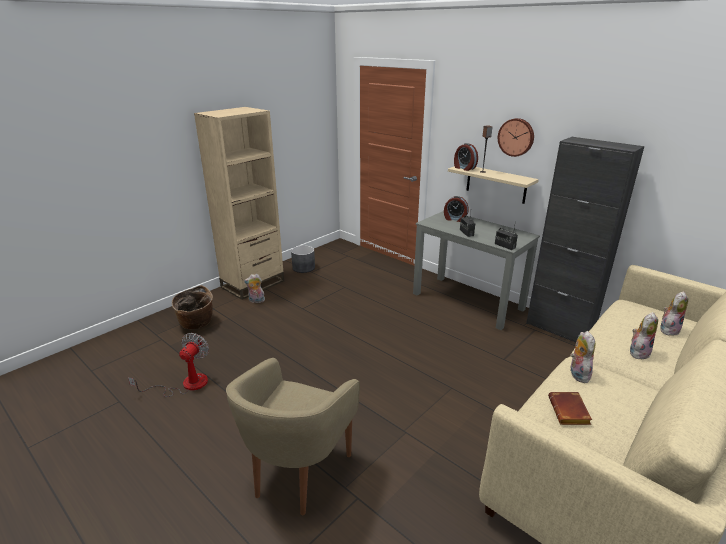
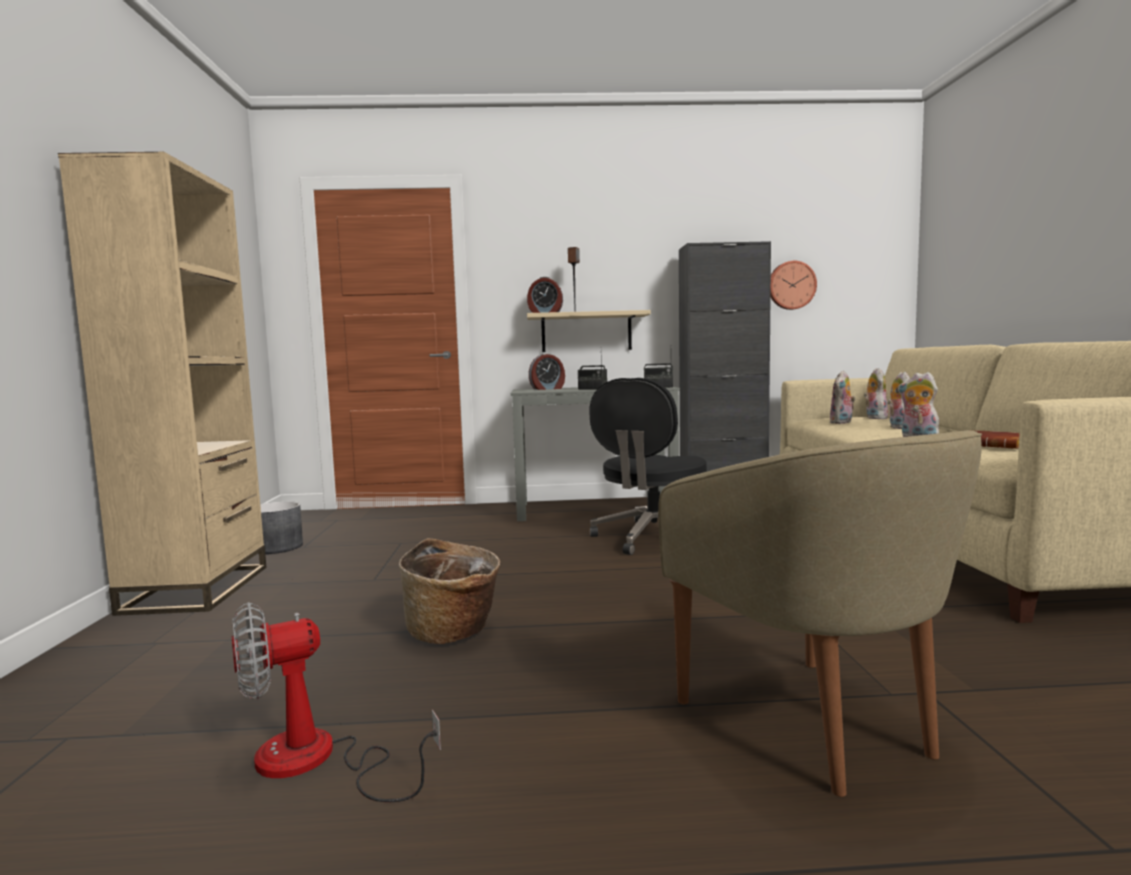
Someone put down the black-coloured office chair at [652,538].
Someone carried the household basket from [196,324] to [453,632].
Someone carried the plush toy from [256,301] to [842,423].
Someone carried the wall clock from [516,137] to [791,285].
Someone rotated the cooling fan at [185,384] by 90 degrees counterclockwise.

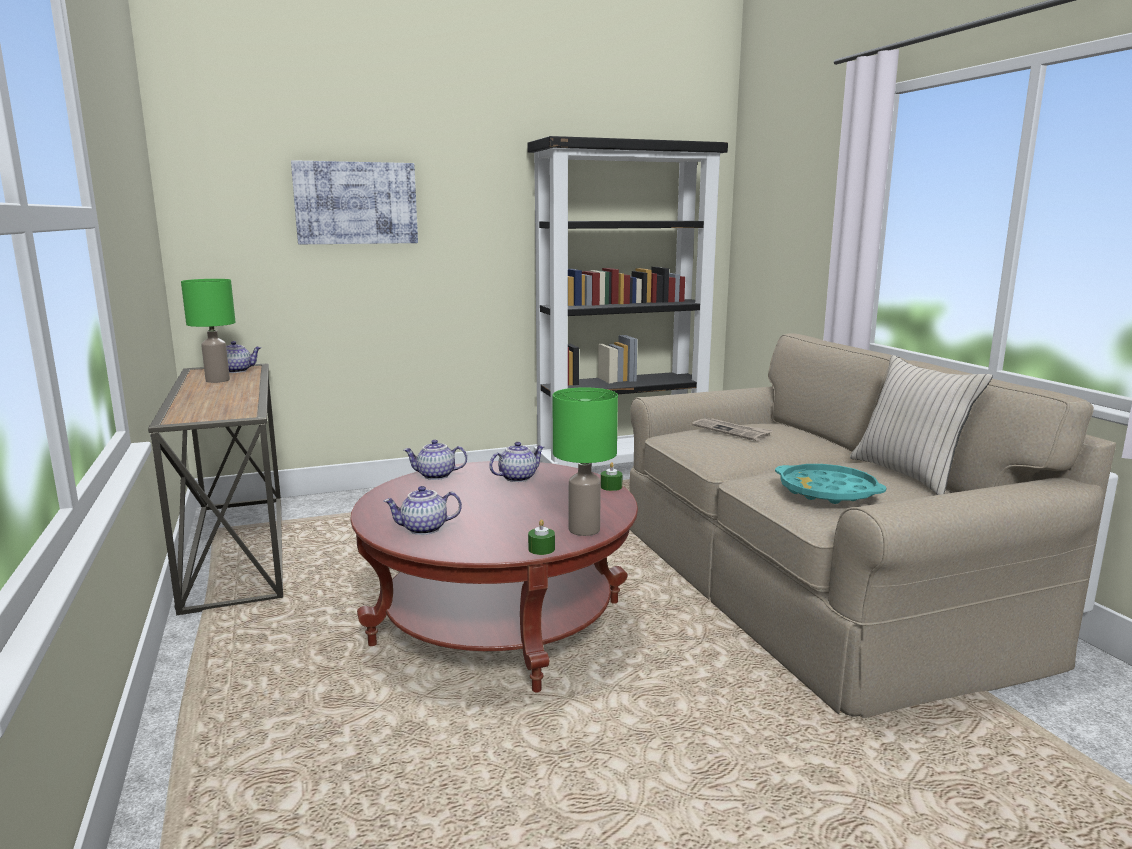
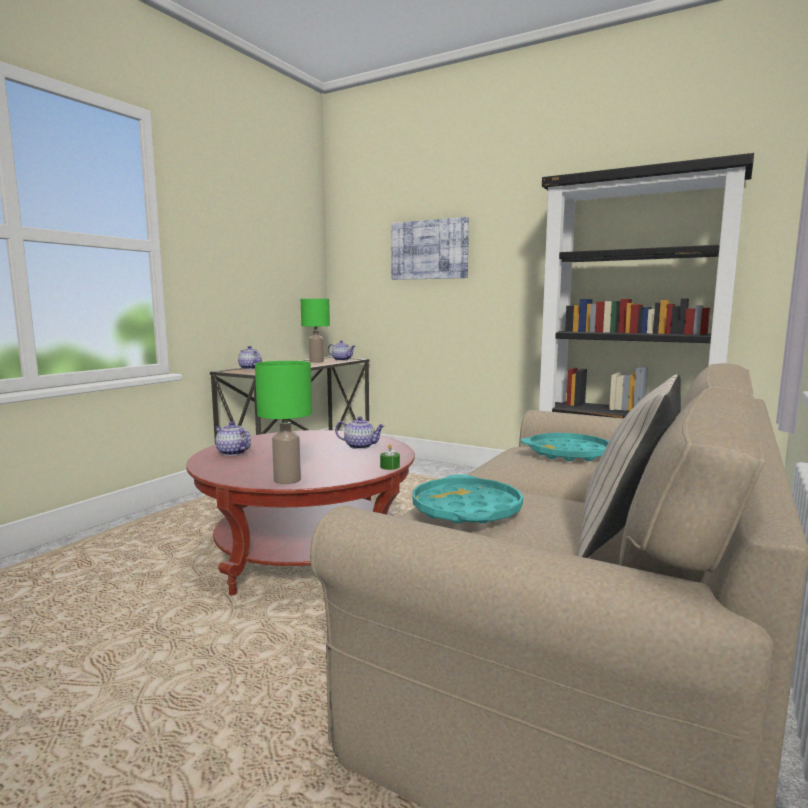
Someone took away the green wax candle at [541,549].
Someone carried the teapot from [435,476] to [249,368].
Someone swapped the daily paper at [732,431] for the turquoise carrying tray at [568,453].

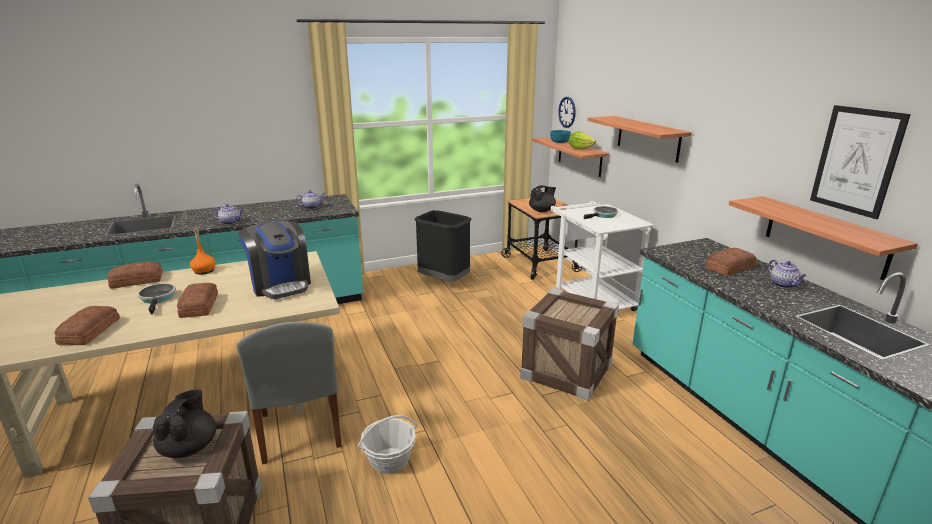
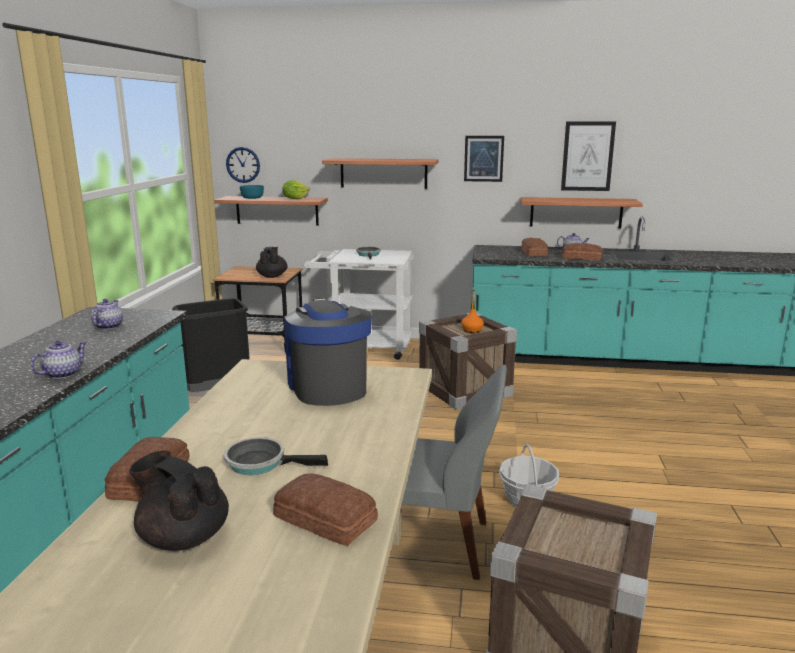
Someone put up the picture at [483,158].
Someone carried the black-coloured teapot from [189,447] to [183,537].
Someone carried the baked bread from [198,306] to [582,258].
Someone carried the orange-coloured drink bottle from [204,271] to [472,330].
Someone rotated the coffee maker at [280,284] by 105 degrees counterclockwise.

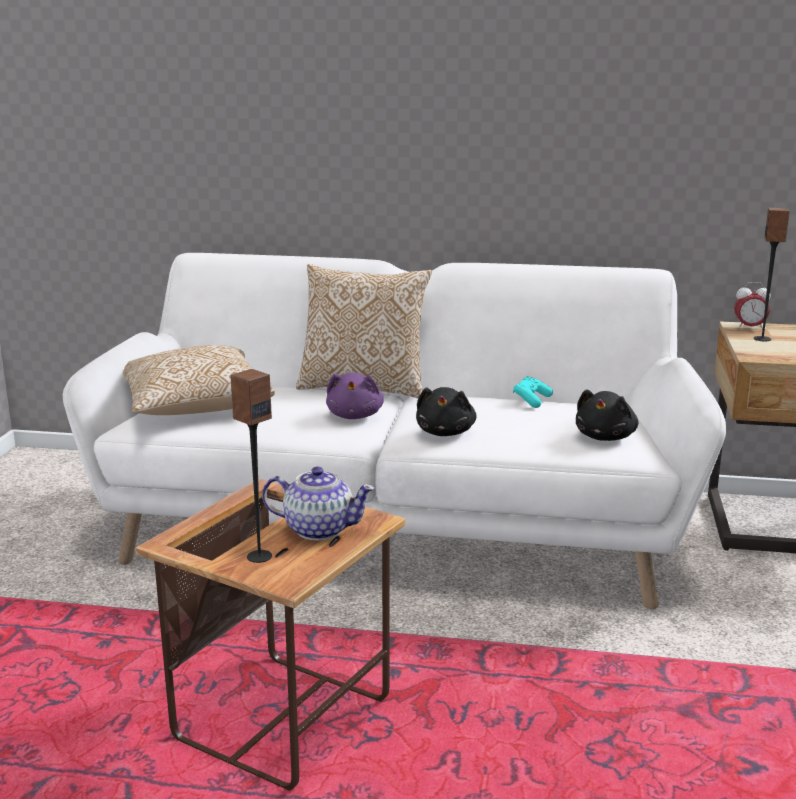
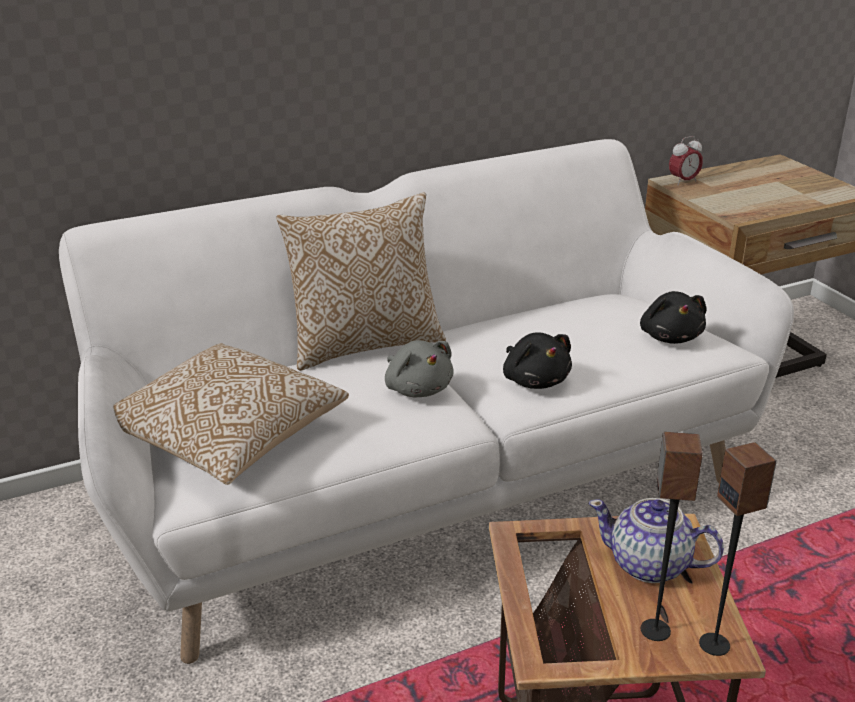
Someone took away the turquoise gamepad at [531,400].
Someone carried the speaker from [762,339] to [715,644].
Someone repainted the purple-coloured plush toy at [355,416], which became the gray plush toy at [417,388].
Someone rotated the teapot at [318,529] by 135 degrees counterclockwise.

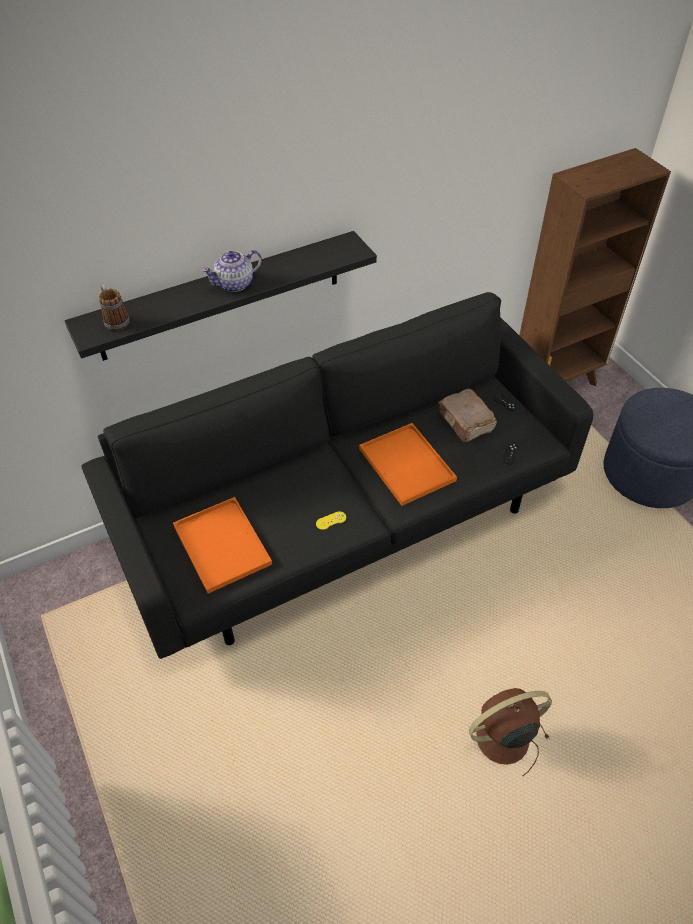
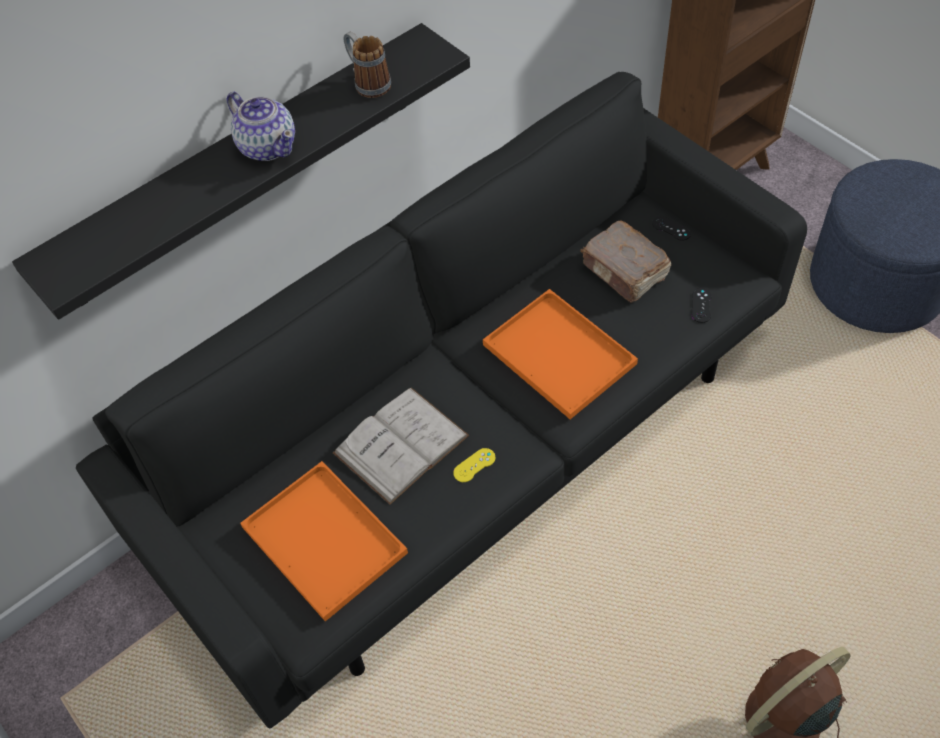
Someone put down the white-coloured book at [401,444].
Someone carried the tea mug from [115,320] to [368,83].
Someone rotated the teapot at [235,284] by 90 degrees counterclockwise.

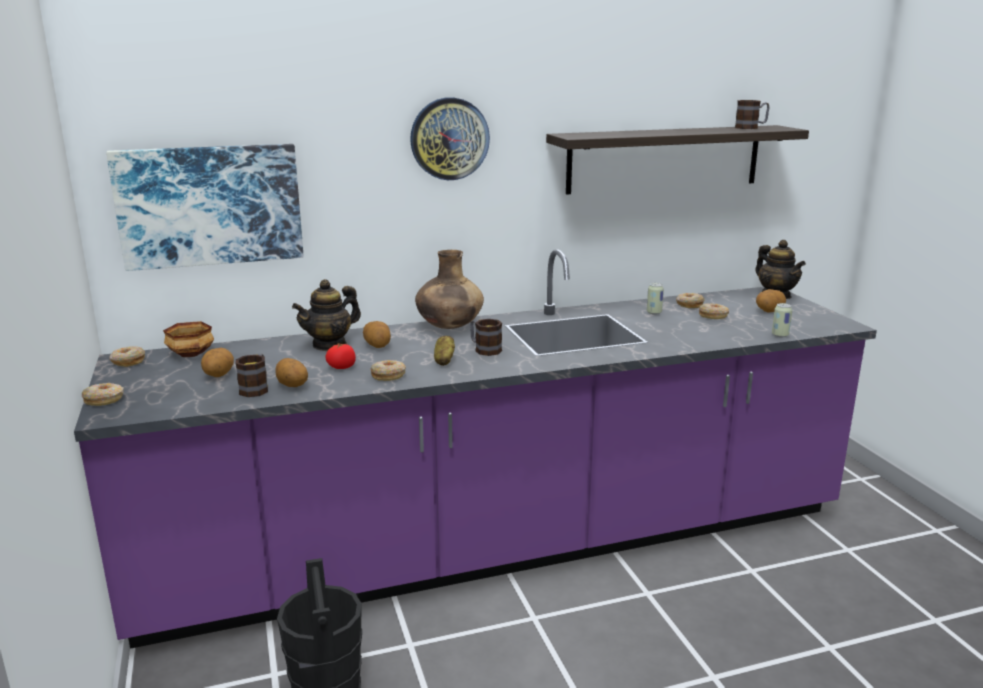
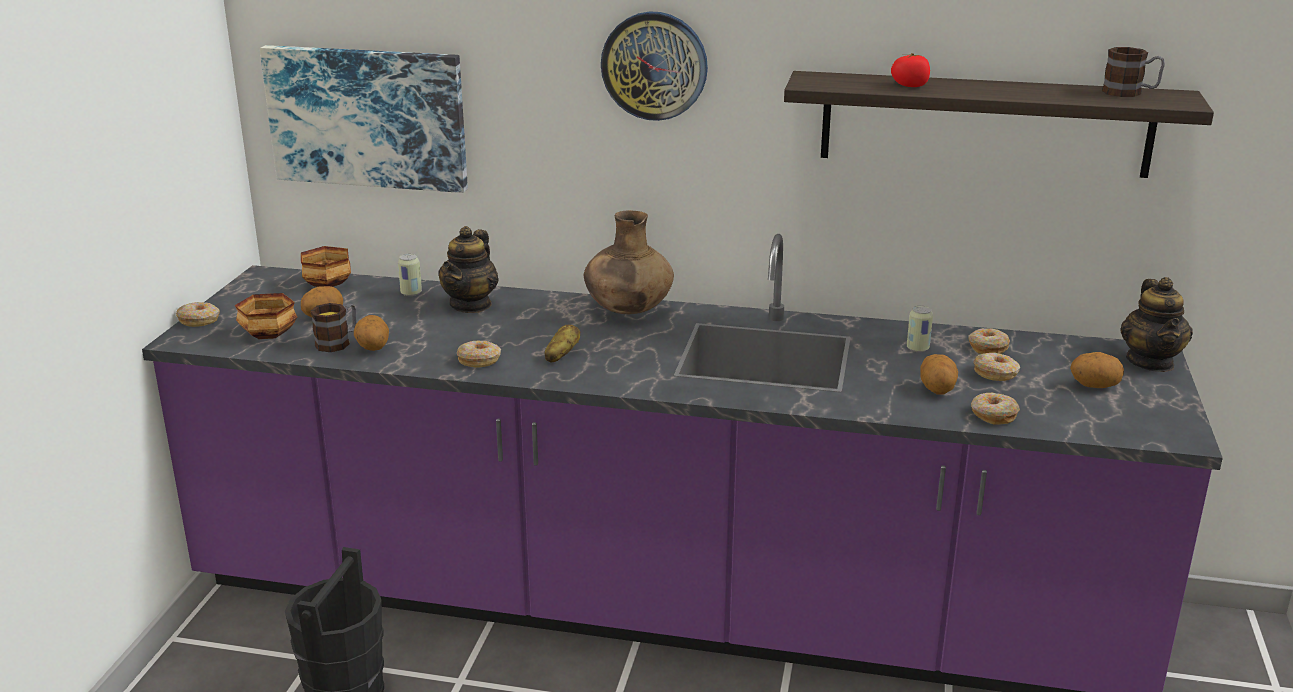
Someone took away the tea mug at [484,349].
Someone put down the serving bowl at [269,336].
Someone carried the donut from [127,362] to [993,415].
Someone carried the tomato from [341,367] to [910,86].
Someone carried the whole potato from [377,346] to [937,390].
Someone carried the sealed can from [780,335] to [411,293].
Someone rotated the teapot at [330,345] by 60 degrees counterclockwise.

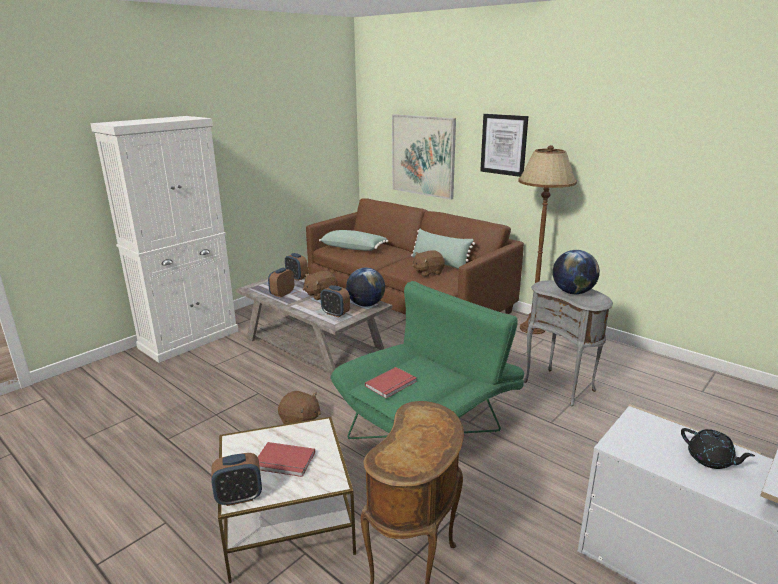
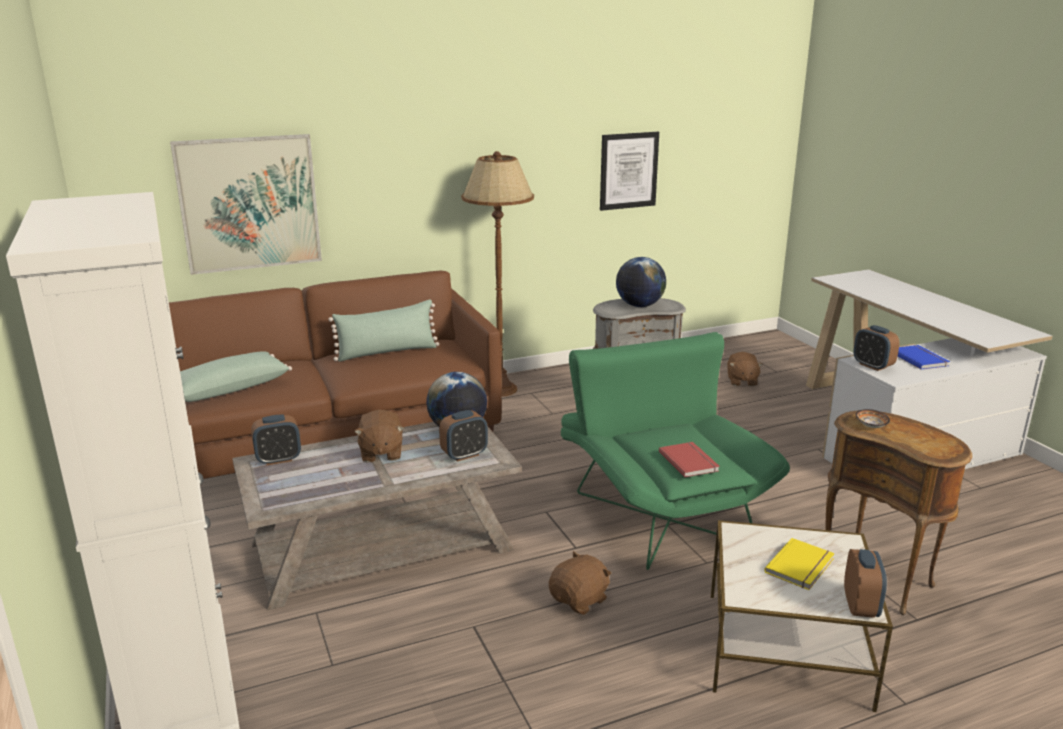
Someone put down the serving bowl at [871,426].
Someone carried the table clock from [282,294] to [872,366].
Someone carried the brown-coloured plush toy from [428,272] to [741,381].
Someone carried the picture from [503,144] to [628,170].
Someone swapped the black-coloured teapot at [710,460] for the blue book at [920,359].
Someone repainted the reddish book at [284,462], which became the yellow book at [801,566].

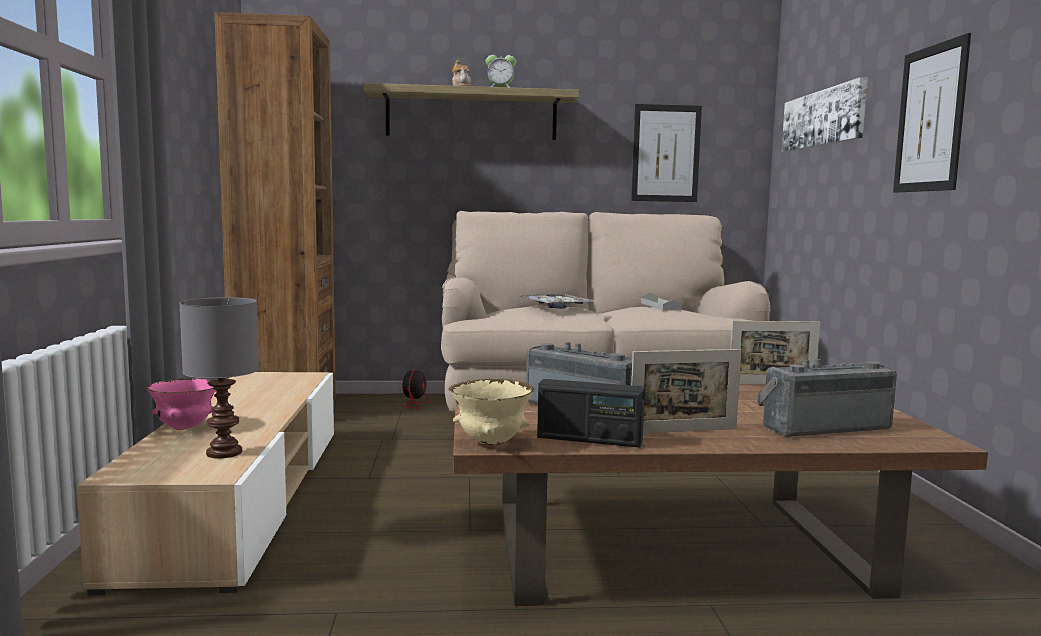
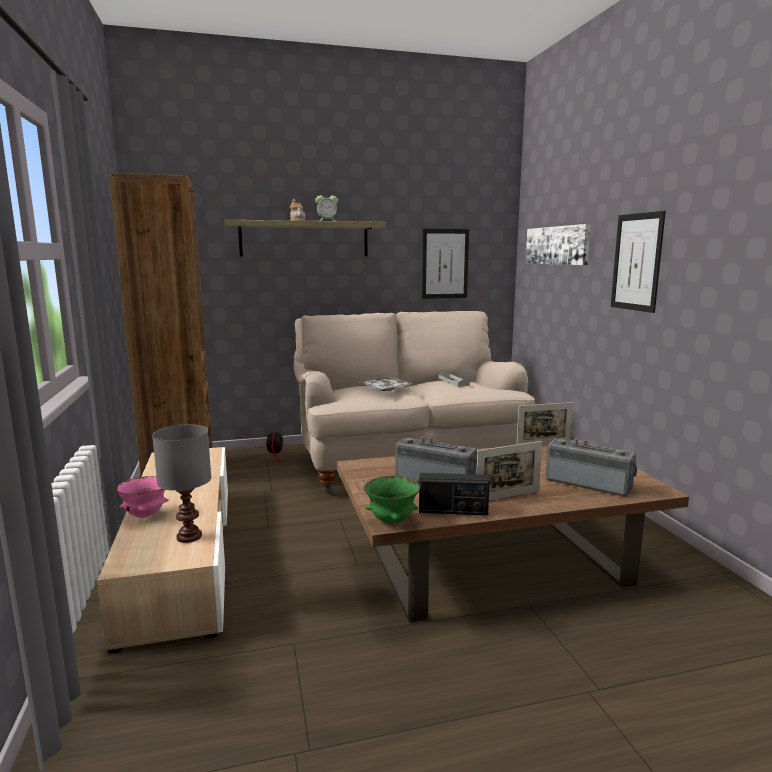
Someone repainted the beige serving bowl at [491,443], which became the green serving bowl at [392,521].
Someone rotated the radio receiver at [822,427] by 60 degrees clockwise.

